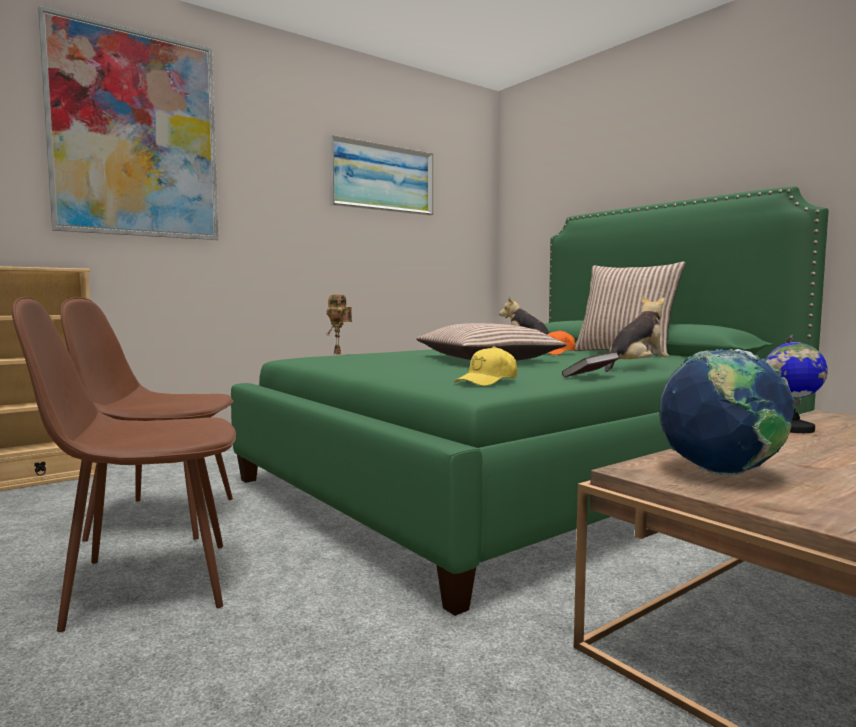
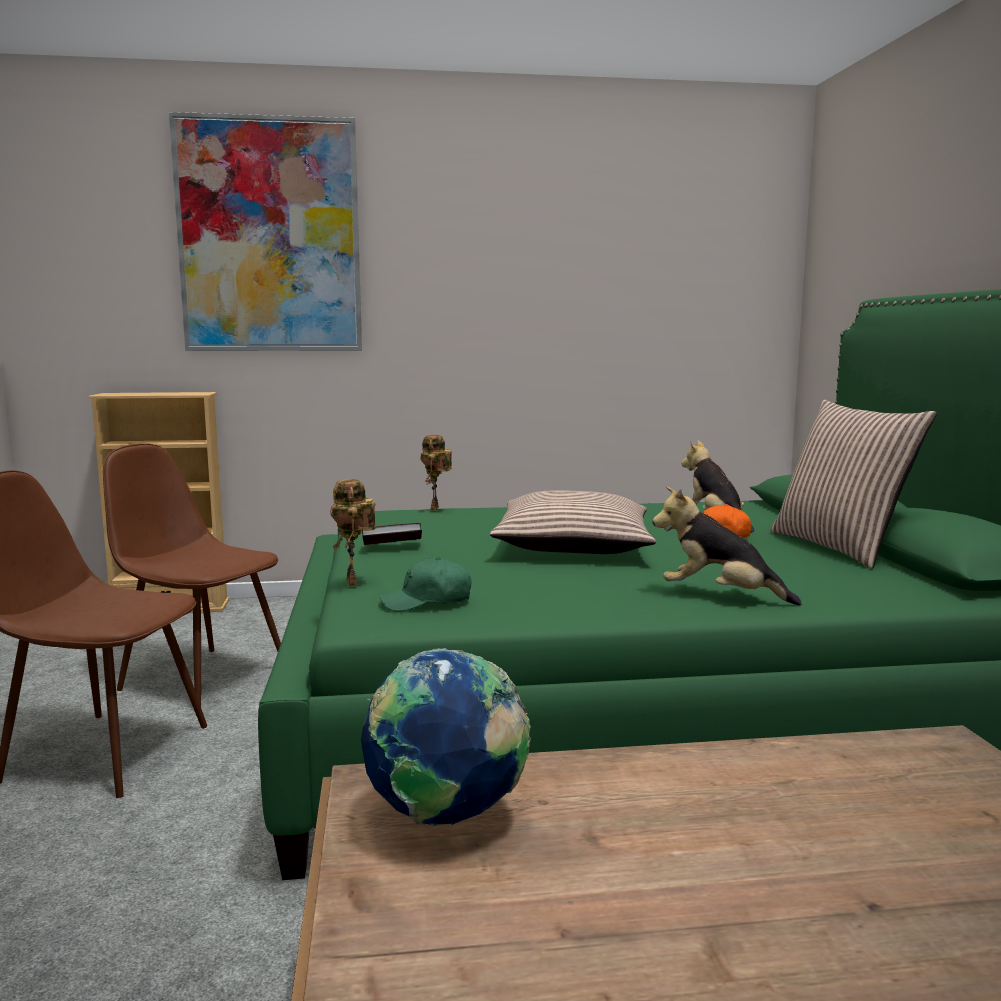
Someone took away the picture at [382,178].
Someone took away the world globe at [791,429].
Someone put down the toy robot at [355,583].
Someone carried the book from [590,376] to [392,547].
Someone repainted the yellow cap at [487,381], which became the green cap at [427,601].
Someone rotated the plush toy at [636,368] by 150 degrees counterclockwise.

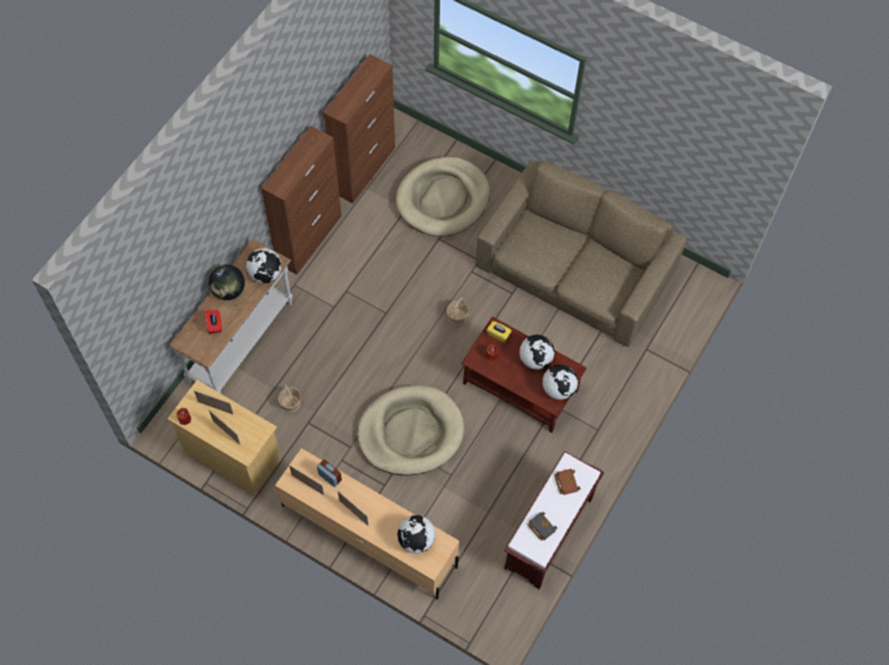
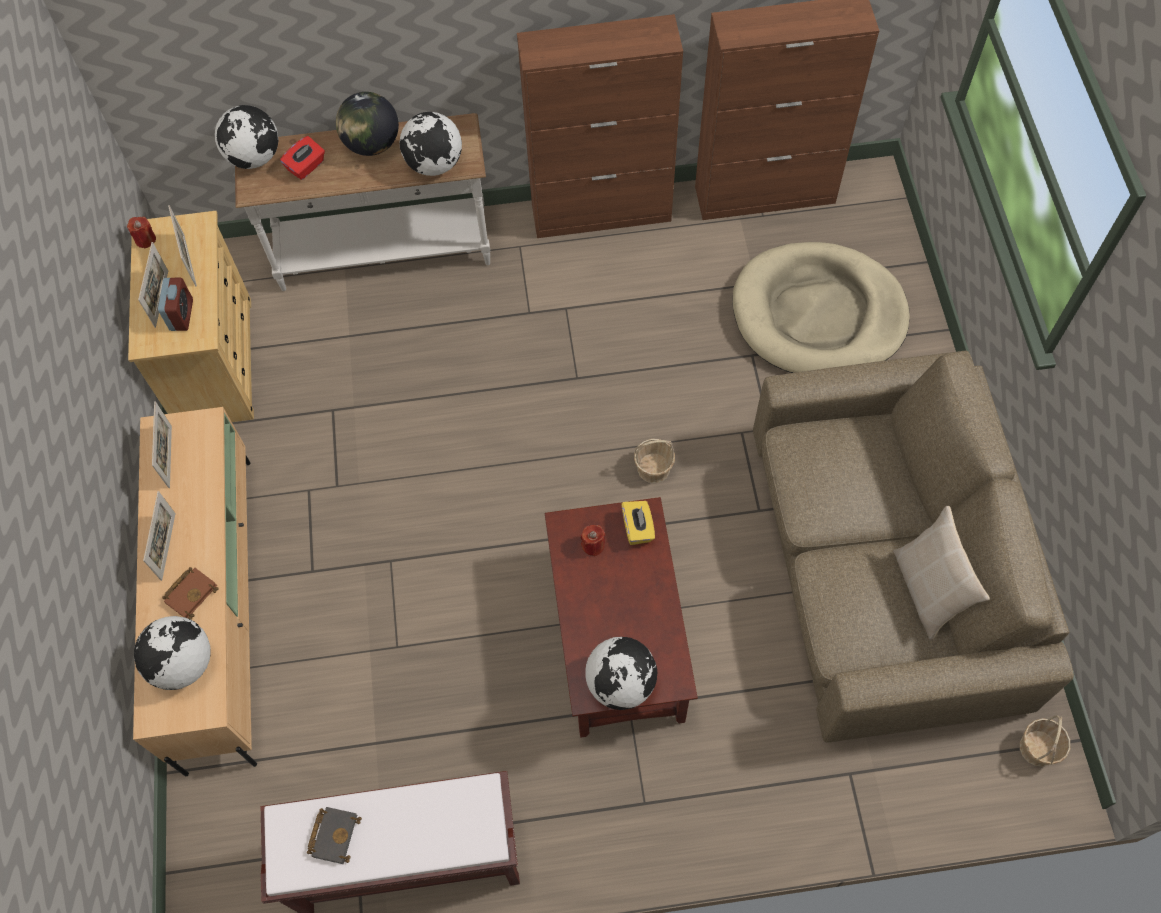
Someone took away the beige pet bed at [410,432].
Someone put down the beige throw pillow at [927,590].
Someone carried the household basket from [291,404] to [1037,748].
Someone carried the table clock from [330,477] to [181,315].
Someone carried the world globe from [535,359] to [254,157].
Someone carried the brown-coloured book from [565,482] to [191,592].

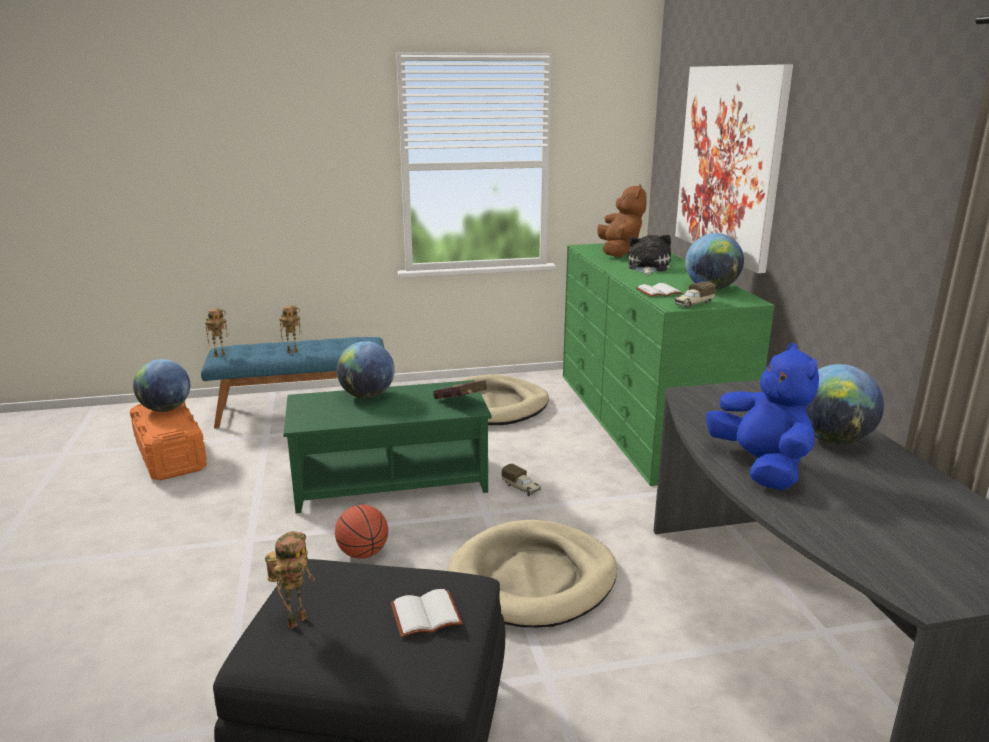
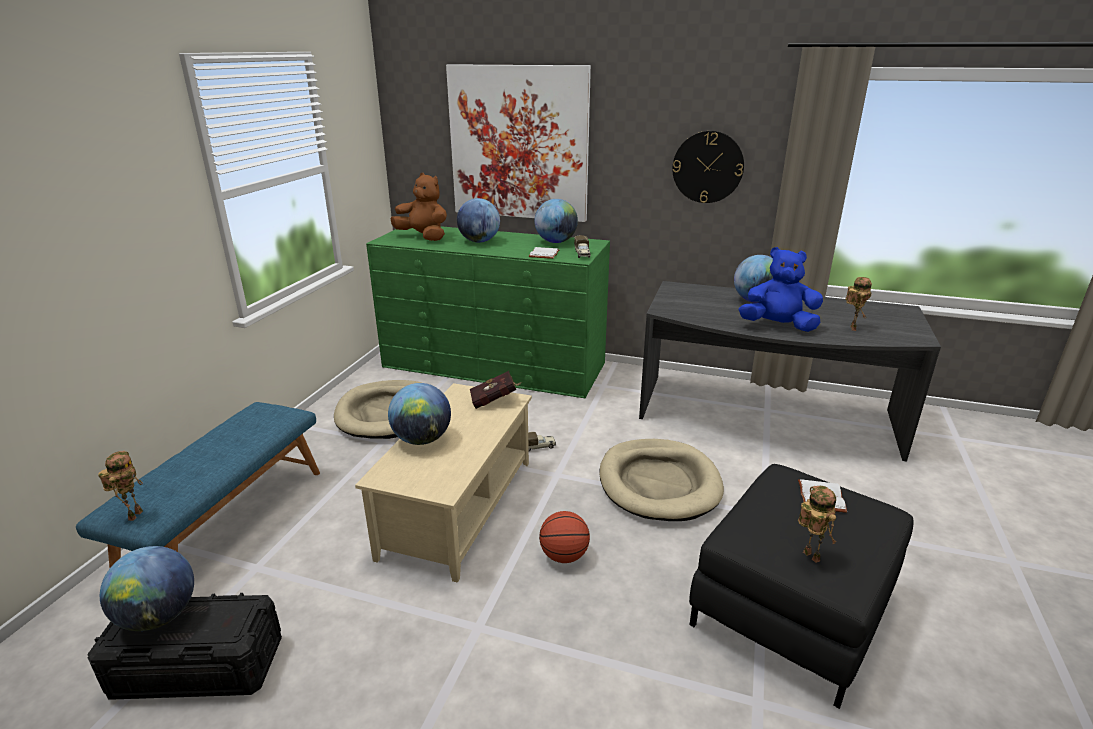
Someone put up the wall clock at [707,167].
Someone carried the toy robot from [293,351] to [851,328].
Someone swapped the plush toy at [647,267] for the world globe at [479,241].
Someone repainted the orange-coloured storage bin at [171,455], which became the black-coloured storage bin at [198,666].
Someone repainted the green lounge table at [390,482], which became the beige lounge table at [460,508].

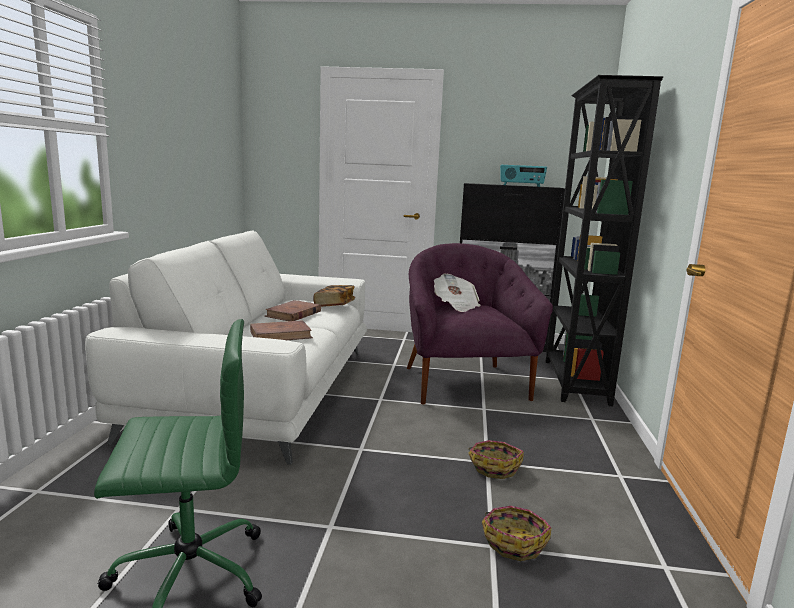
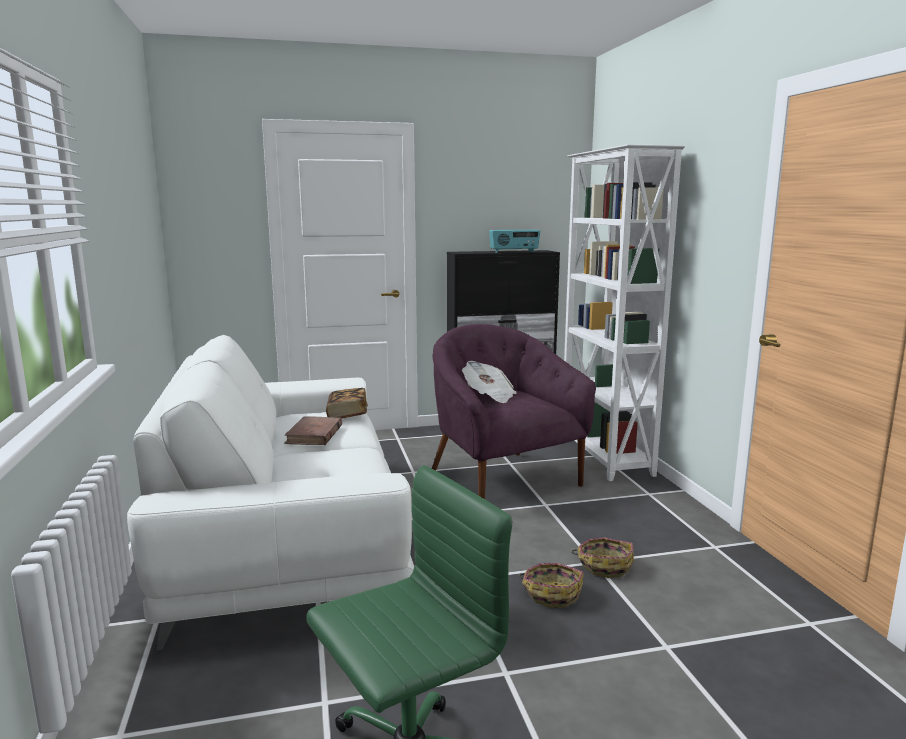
Someone took away the brown-coloured book at [281,335].
Someone carried the household basket from [514,541] to [552,593].
Someone repainted the black-coloured bookshelf at [574,382], which became the white-coloured bookshelf at [604,457].

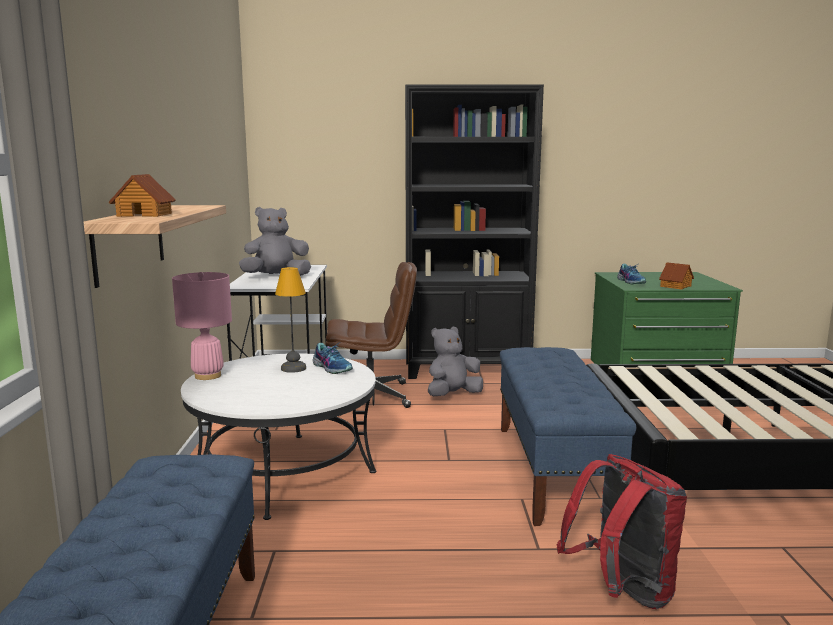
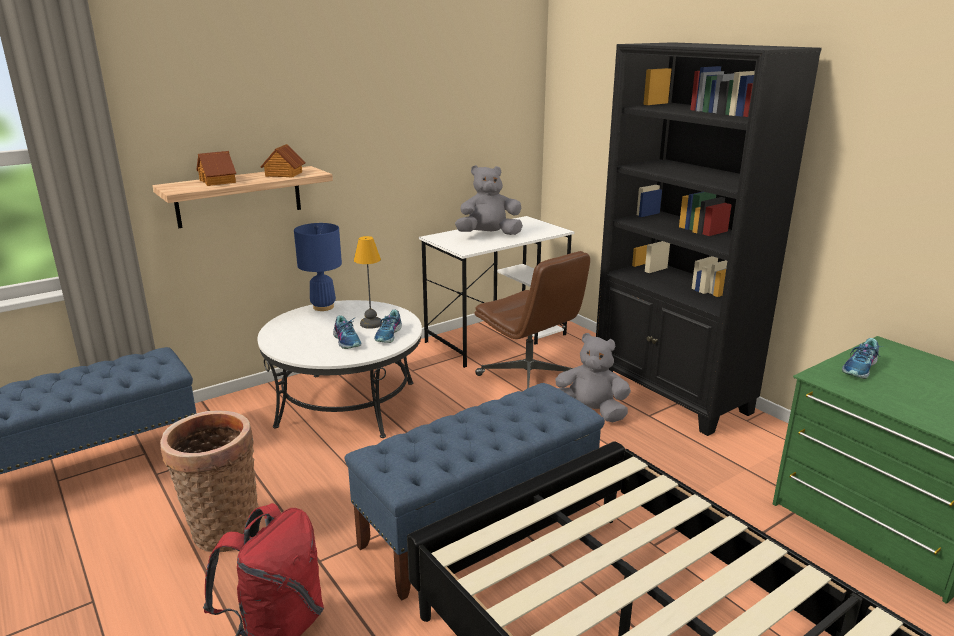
Someone put down the household basket at [222,530].
Someone put down the item of footwear at [347,341].
Someone carried the toy house from [676,286] to [283,174].
Someone repainted the pink-coloured tabletop lamp at [208,376], which became the blue tabletop lamp at [323,307].
Someone rotated the gray plush toy at [276,277] by 45 degrees counterclockwise.

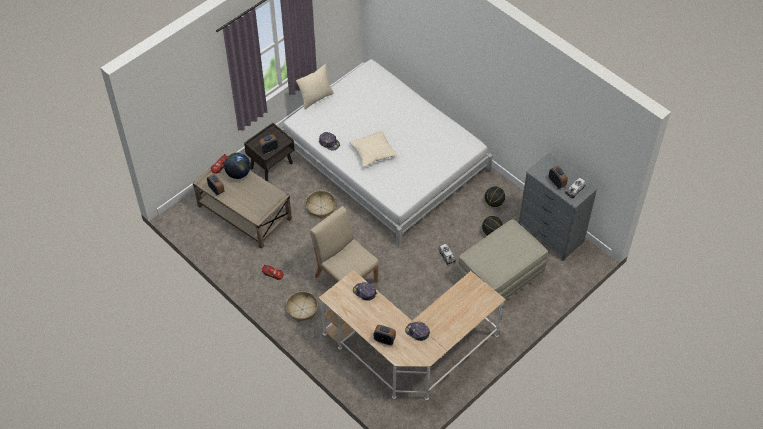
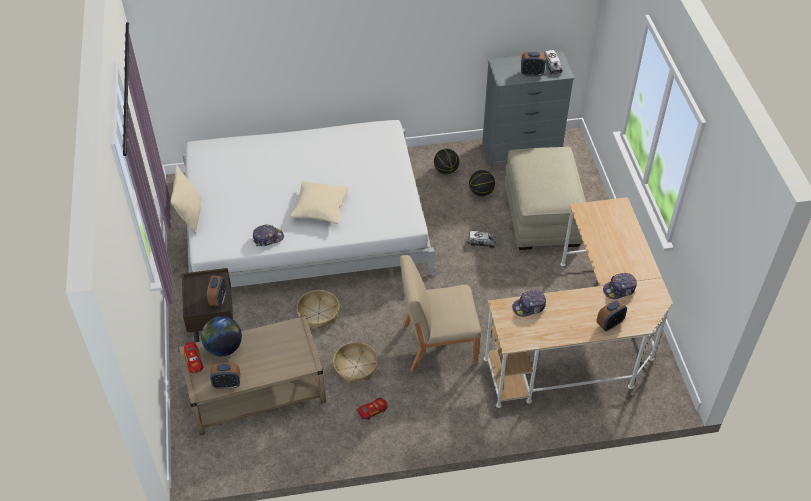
Someone carried the household basket from [302,309] to [356,367].

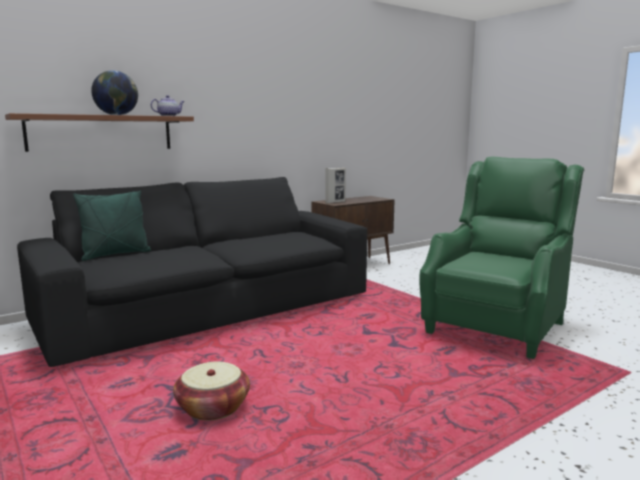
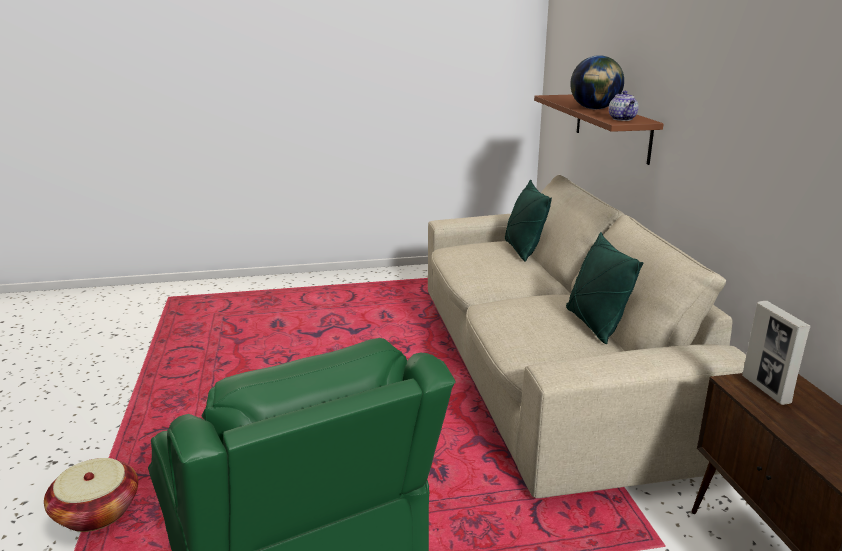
Someone put down the green throw pillow at [595,325].
Someone carried the household basket from [213,407] to [96,512].
Someone repainted the black-coloured settee at [210,309], which became the beige settee at [542,365].

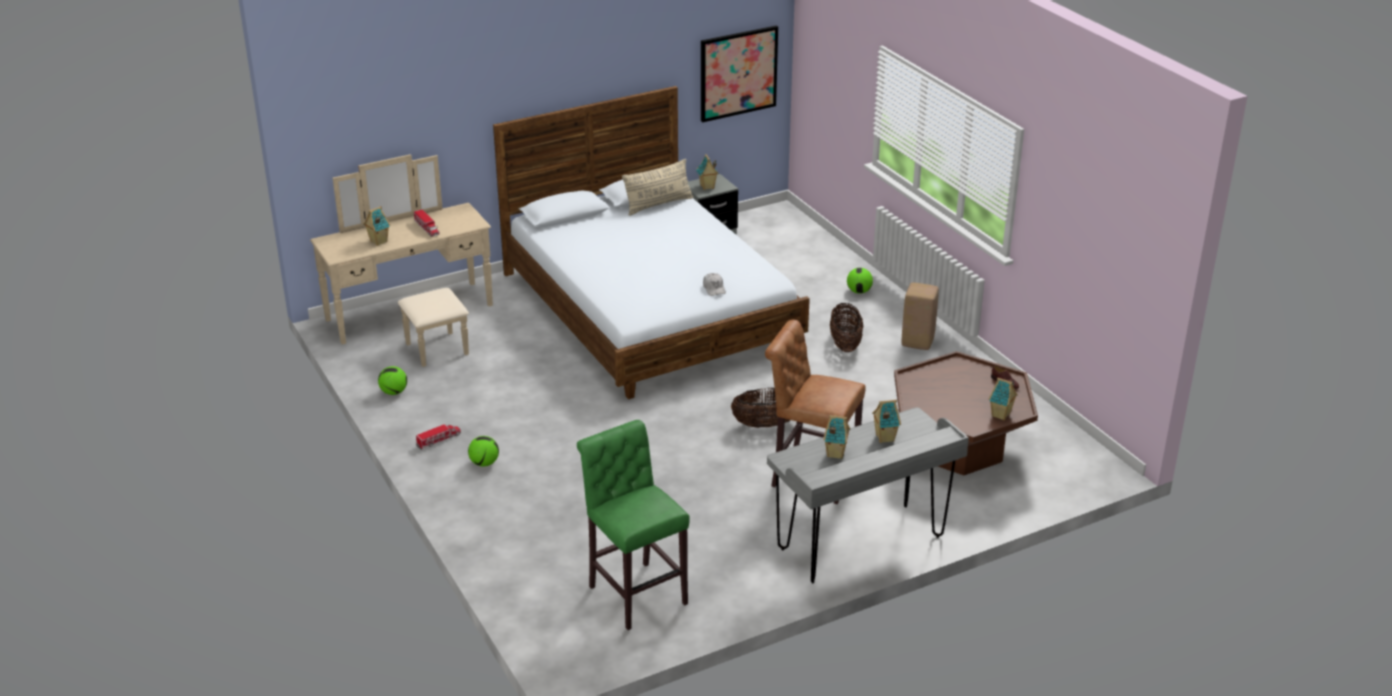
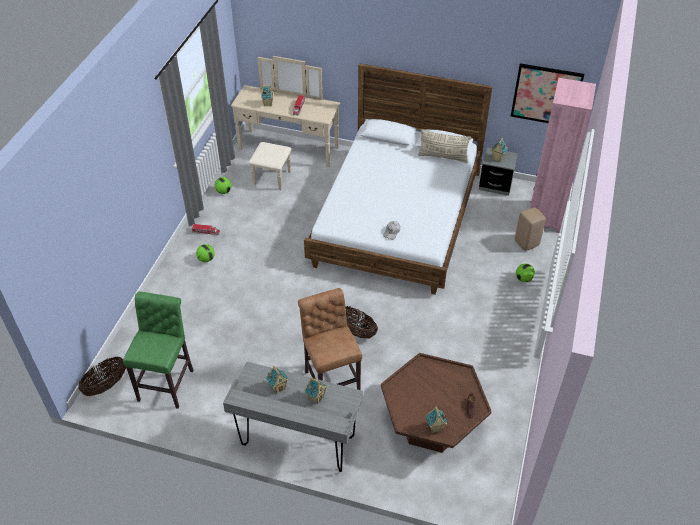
Someone put down the pink-coloured bookshelf at [545,216].
Someone carried the household basket from [845,344] to [106,385].
Someone carried the beige sitting stool from [918,342] to [527,243].

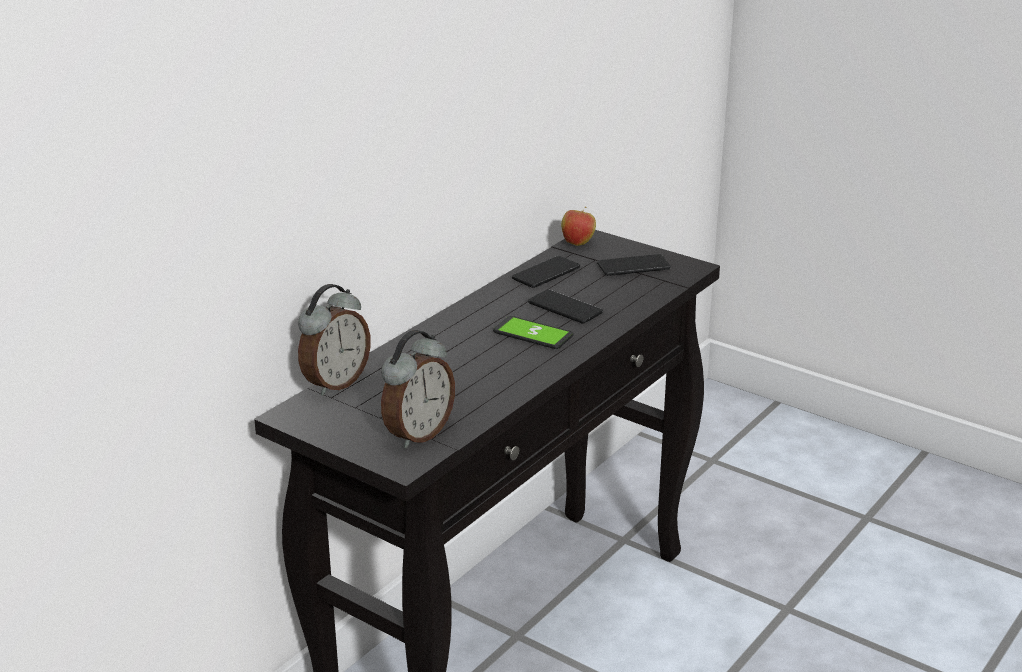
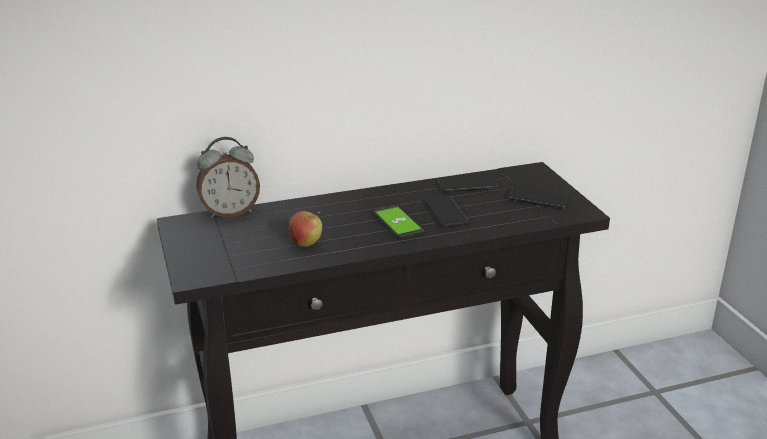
Someone took away the table clock at [417,434].
Someone carried the apple from [578,243] to [306,244].

